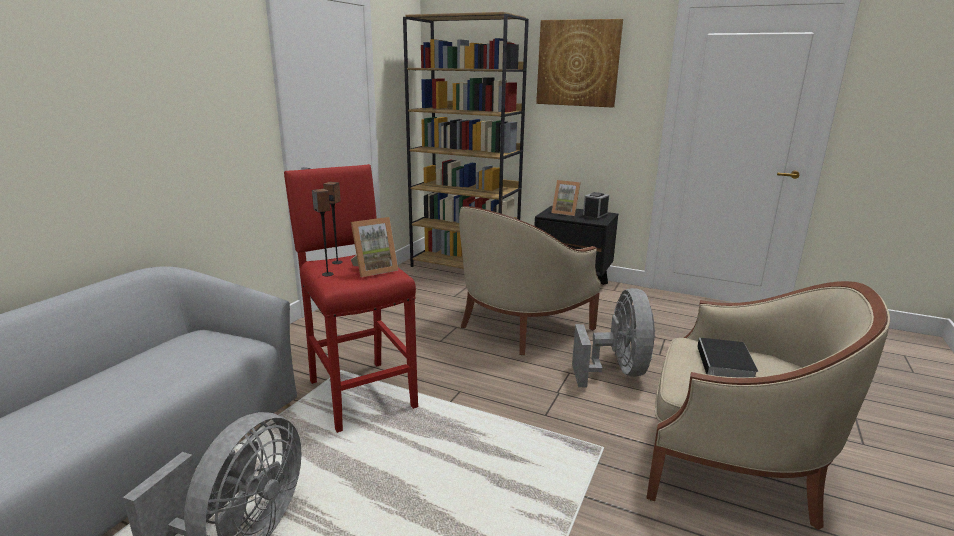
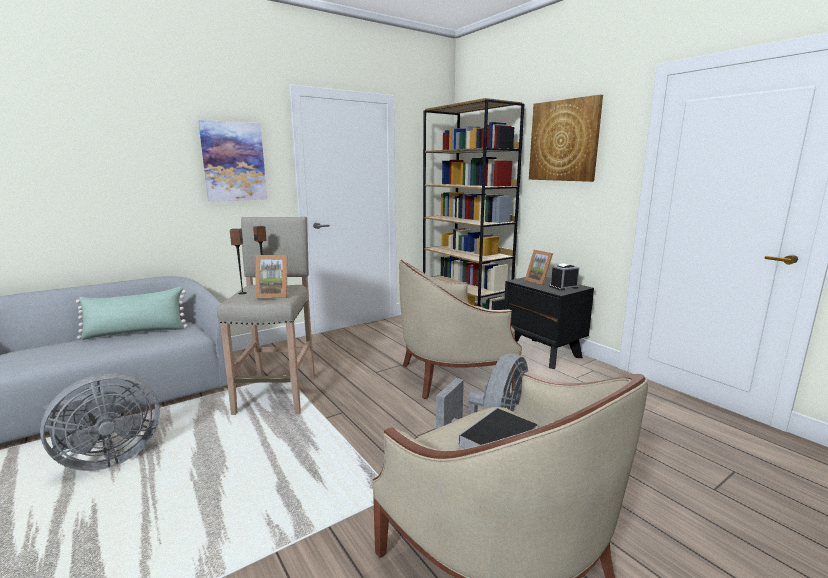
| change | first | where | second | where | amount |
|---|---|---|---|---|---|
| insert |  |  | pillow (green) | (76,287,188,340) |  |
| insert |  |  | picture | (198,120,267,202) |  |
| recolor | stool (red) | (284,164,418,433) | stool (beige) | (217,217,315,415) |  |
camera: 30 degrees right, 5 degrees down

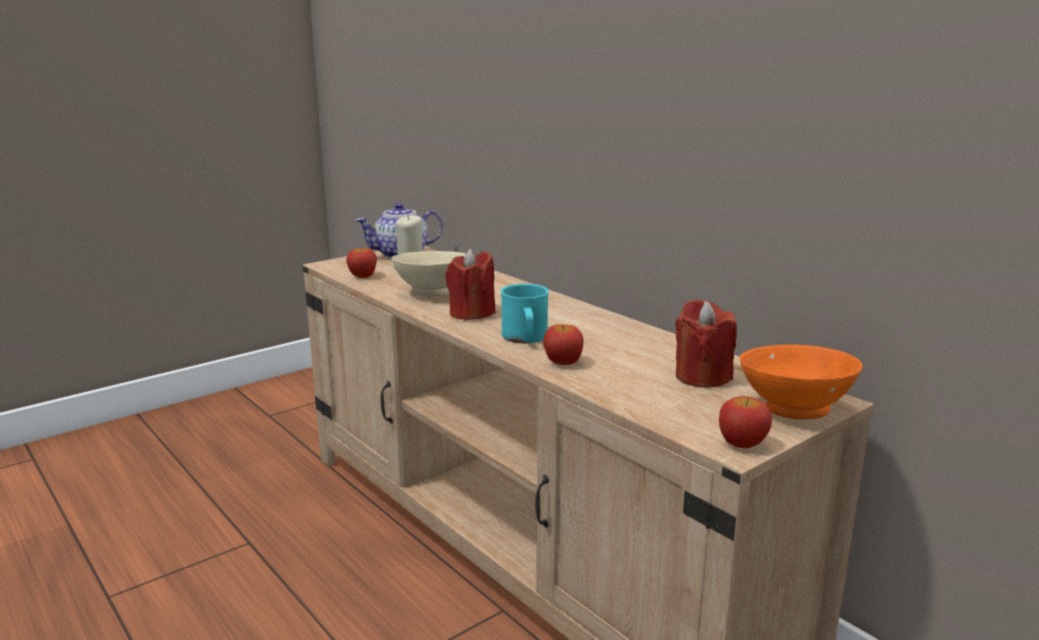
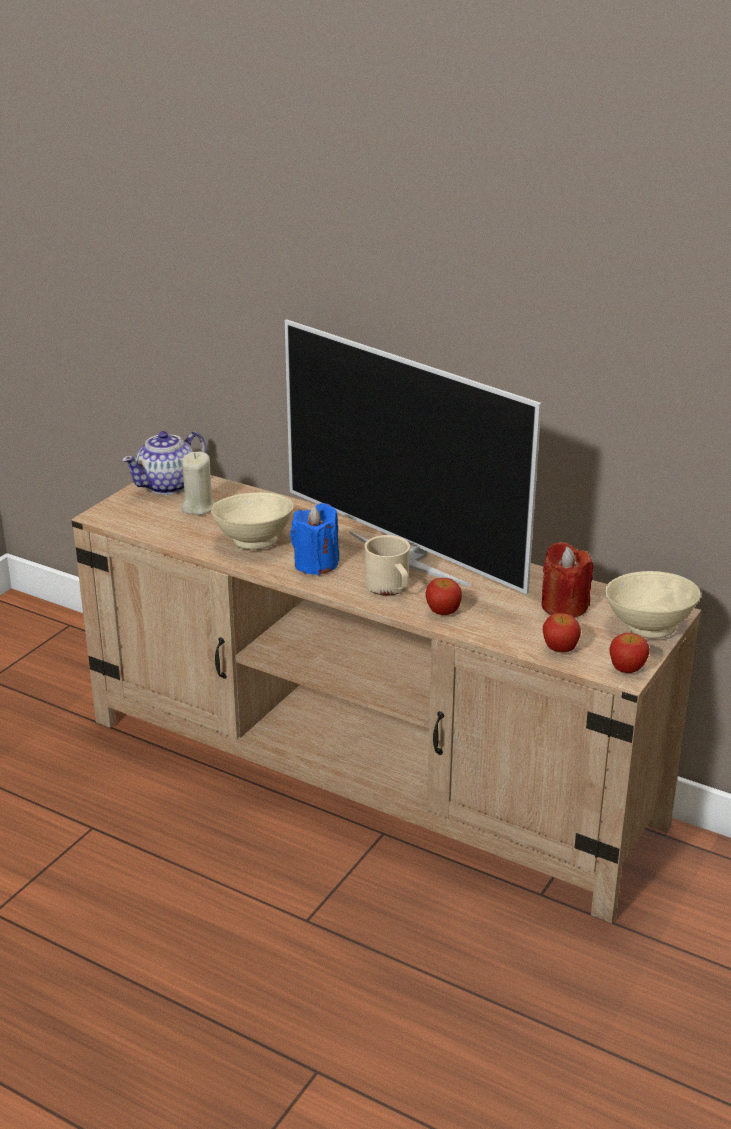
| change | first | where | second | where | amount |
|---|---|---|---|---|---|
| insert |  |  | television | (285,319,542,594) |  |
| move | apple | (346,248,377,278) |  | (543,613,581,652) |  |
| recolor | candle (red) | (446,249,495,320) | candle (blue) | (290,503,339,575) |  |
| recolor | mug (turquoise) | (501,284,549,343) | mug (beige) | (364,535,410,595) |  |
| recolor | bowl (orange) | (739,345,862,420) | bowl (beige) | (605,571,701,639) |  |
camera: 20 degrees left, 10 degrees up

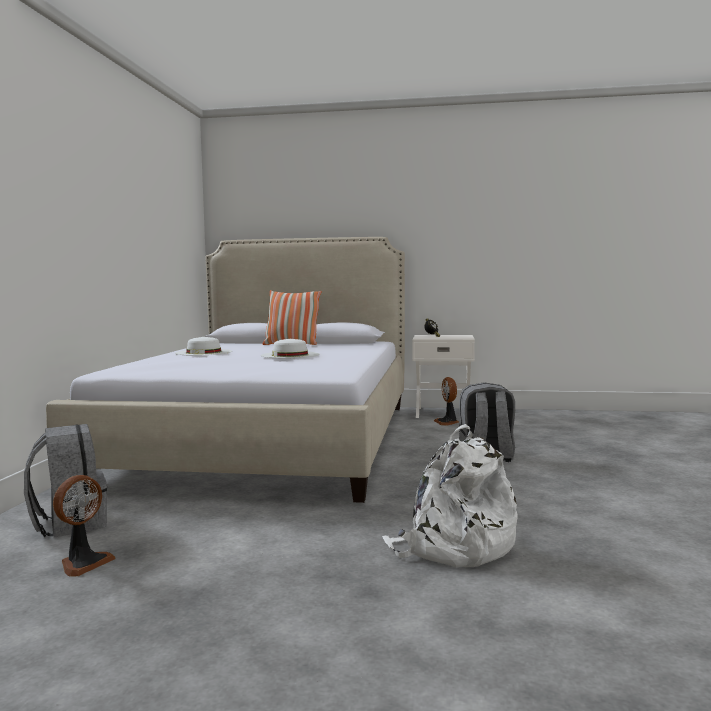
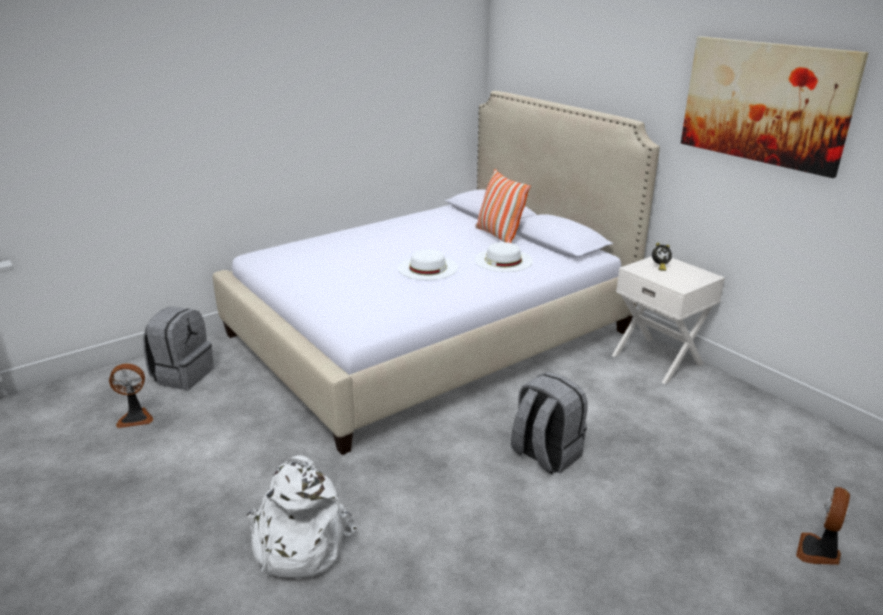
| change | first | where | second | where | amount |
|---|---|---|---|---|---|
| insert |  |  | picture | (681,36,869,178) |  |
| move | hat (white) | (175,337,232,356) |  | (474,242,533,272) |  |
| move | fan | (434,377,459,426) |  | (796,487,850,565) |  |
camera: 45 degrees right, 20 degrees up

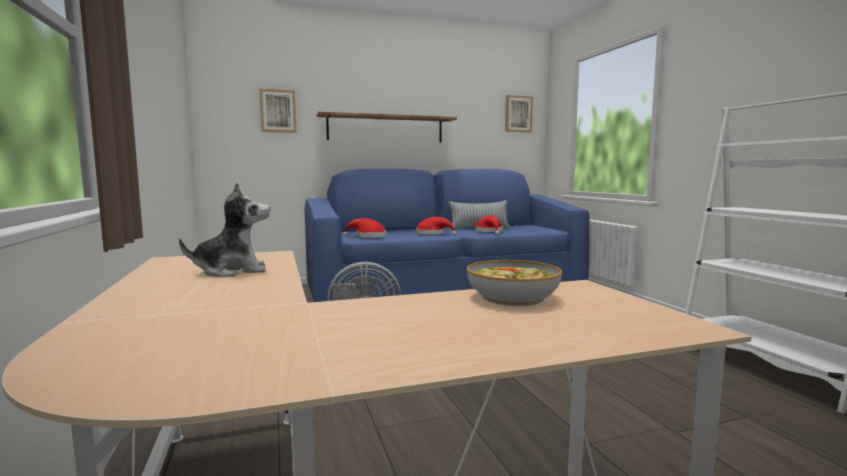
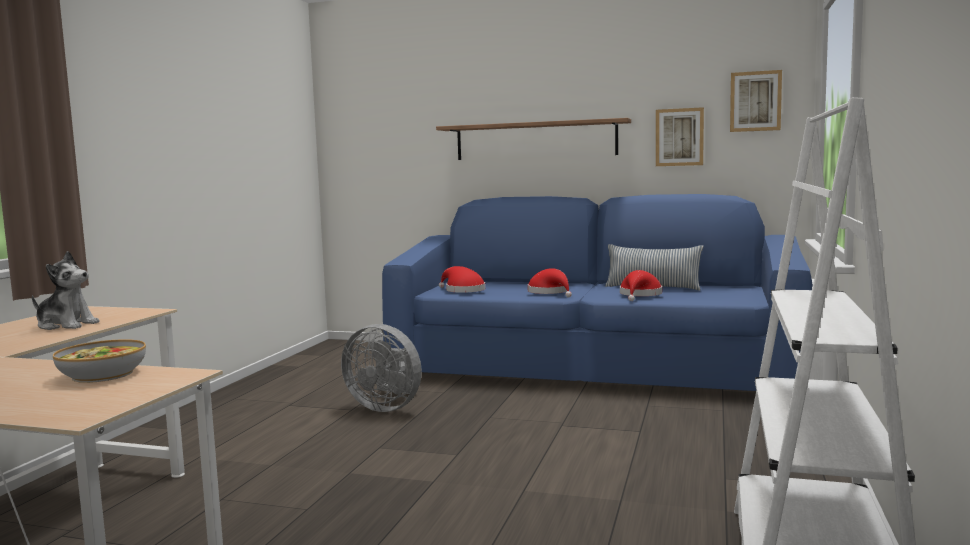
| change | first | where | second | where | amount |
|---|---|---|---|---|---|
| move | picture | (259,89,296,133) |  | (656,107,704,166) |  |
camera: 35 degrees right, 0 degrees up

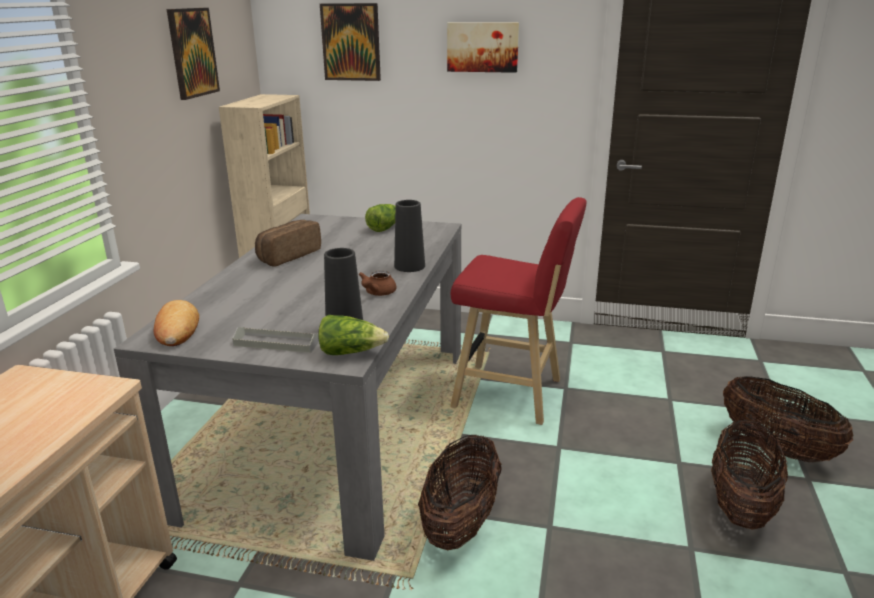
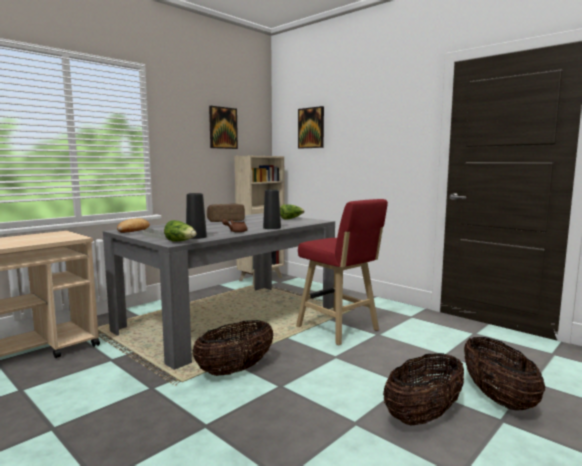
| change | first | where | second | where | amount |
|---|---|---|---|---|---|
| delete | picture | (447,22,519,73) |  |  |  |
camera: 30 degrees right, 15 degrees down

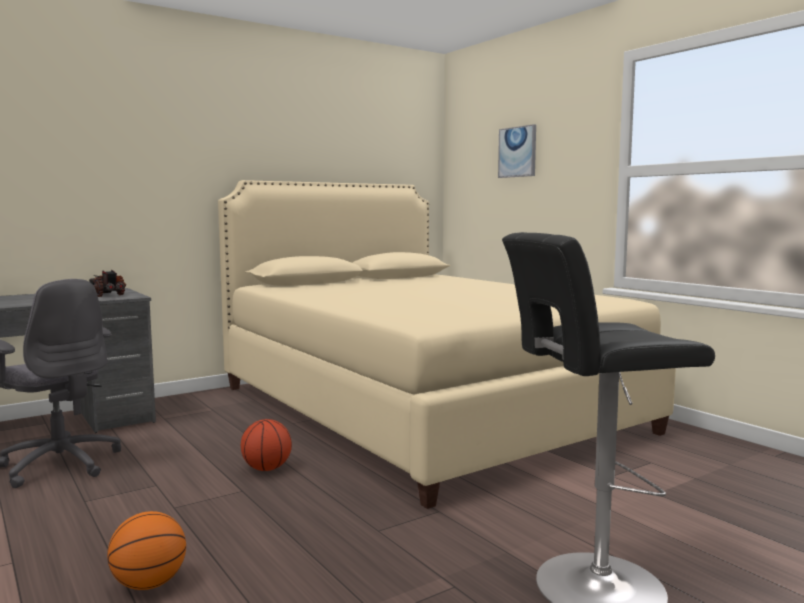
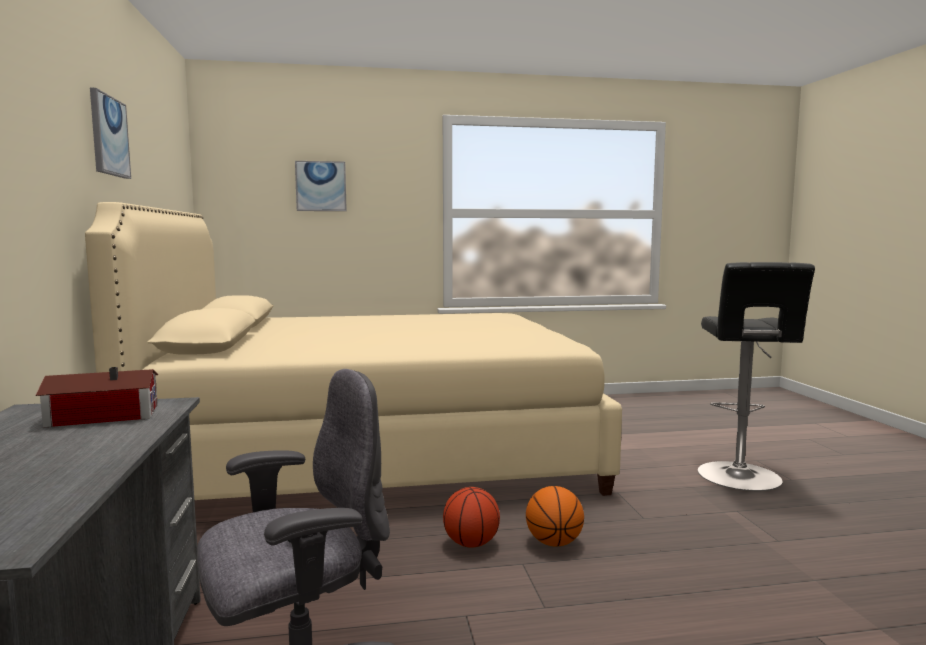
| change | first | where | second | where | amount |
|---|---|---|---|---|---|
| insert |  |  | picture | (90,87,131,179) |  |
| move | basketball | (107,511,186,590) |  | (526,486,584,547) |  |
| replace | toy truck | (89,270,126,297) | toy house | (36,367,158,428) |  |
camera: 65 degrees left, 0 degrees up

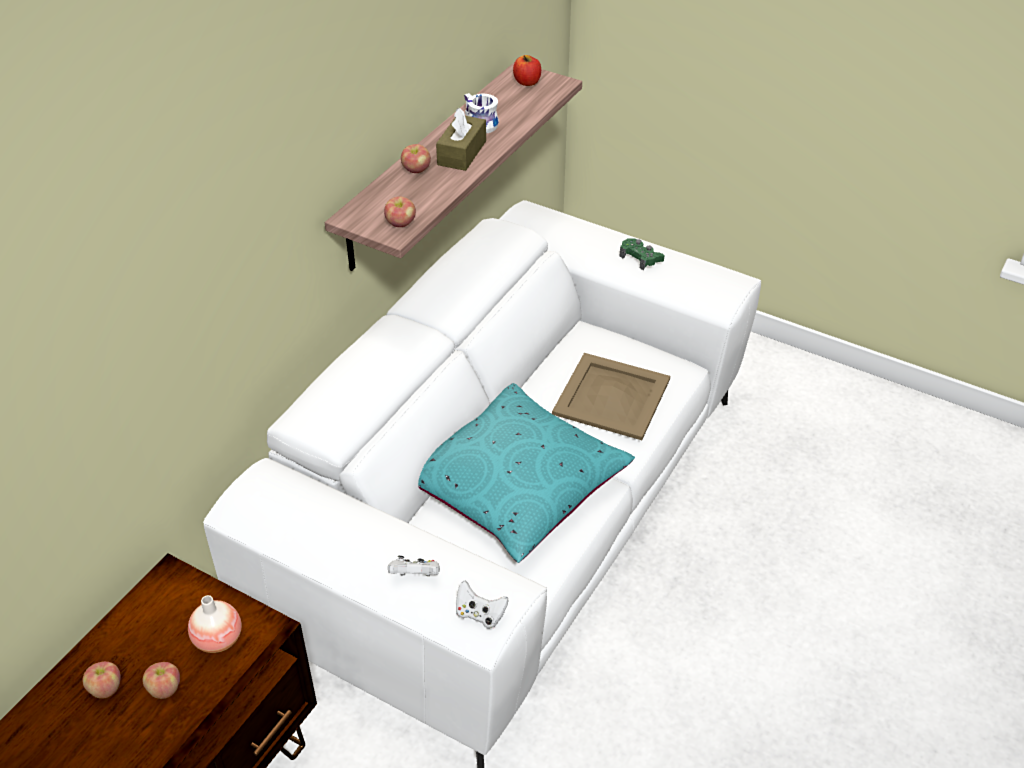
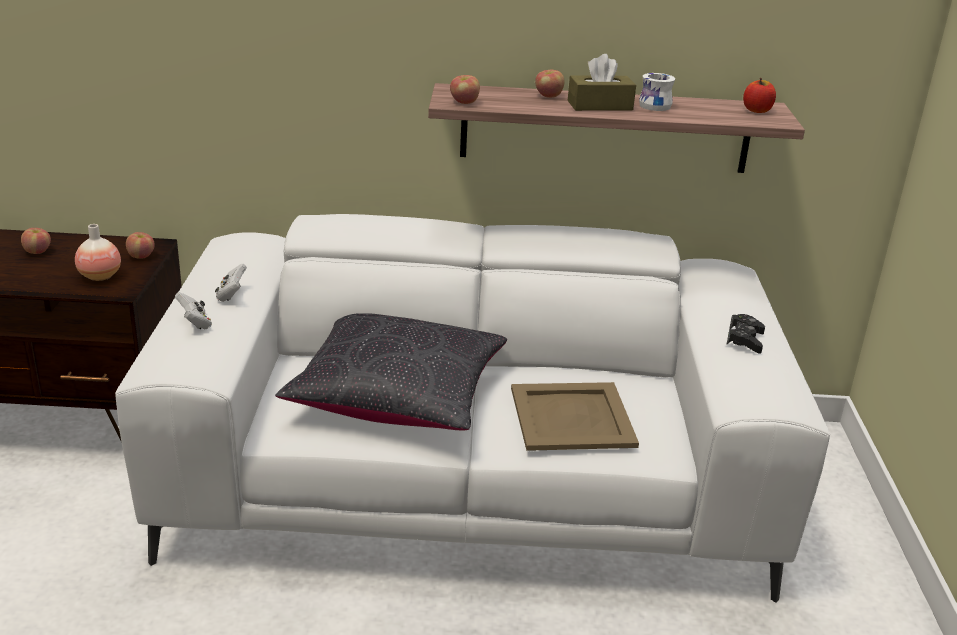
| change | first | where | second | where | amount |
|---|---|---|---|---|---|
| move | apple | (142,662,180,699) |  | (126,232,155,259) |  |
| move | game controller (white) | (456,581,509,629) |  | (215,264,247,302) |  |
| recolor | pillow (turquoise) | (418,383,635,563) | pillow (black) | (275,313,507,430) |  |
| recolor | game controller (green) | (620,238,665,270) | game controller (black) | (726,314,765,354) |  |
camera: 60 degrees right, 15 degrees down

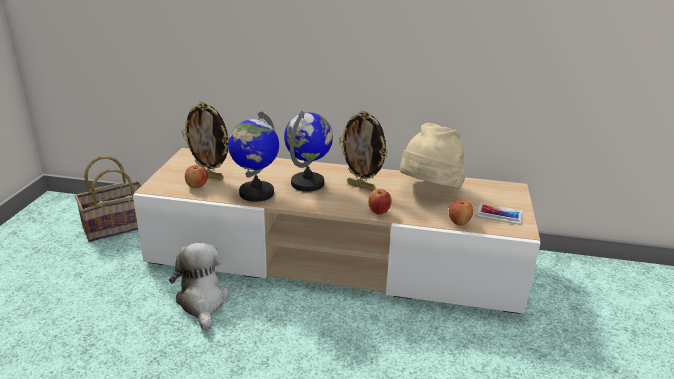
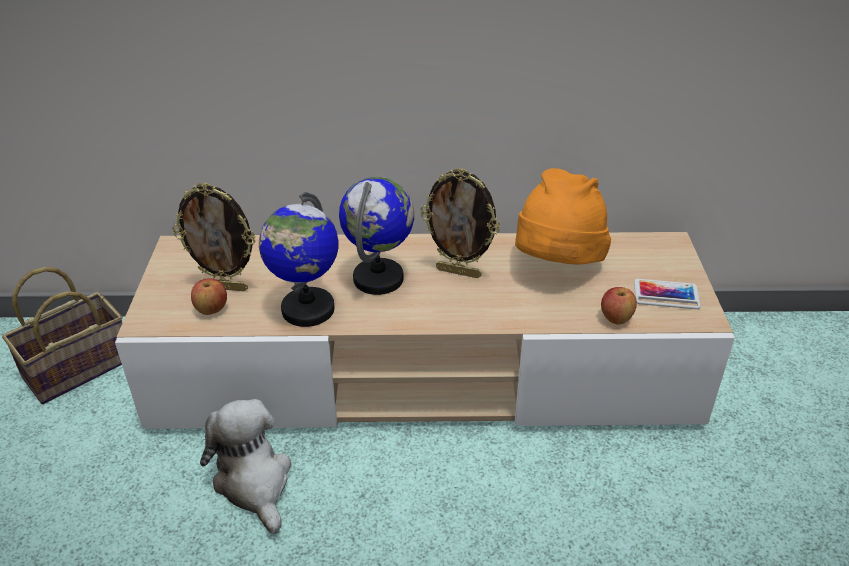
| change | first | where | second | where | amount |
|---|---|---|---|---|---|
| delete | apple | (368,189,392,215) |  |  |  |
| recolor | hat (beige) | (400,123,465,189) | hat (orange) | (515,168,611,264) |  |
camera: 10 degrees left, 10 degrees up

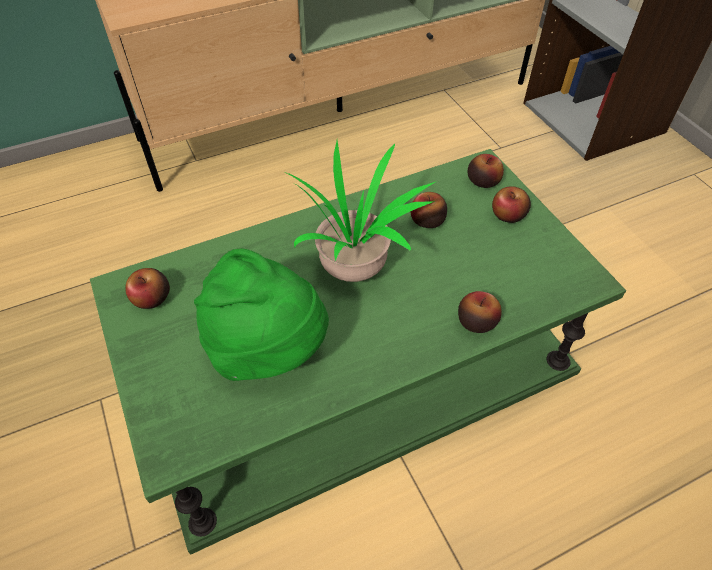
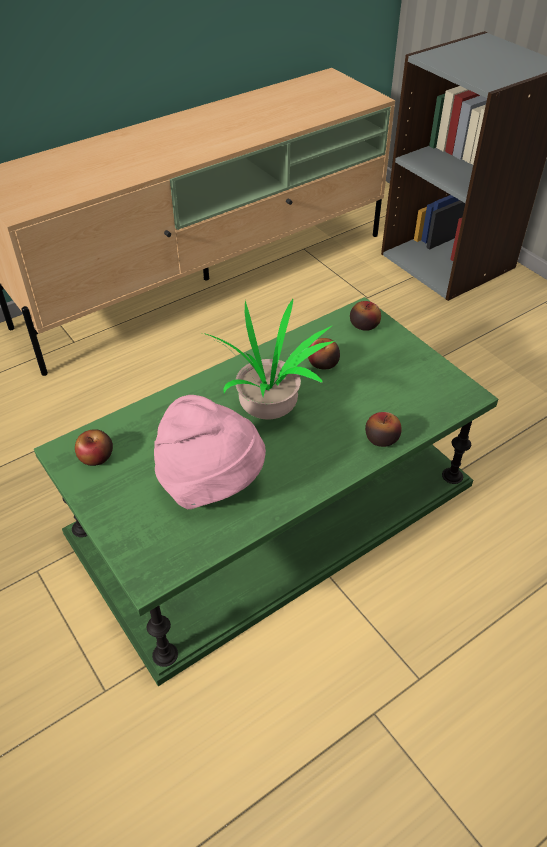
| change | first | where | second | where | amount |
|---|---|---|---|---|---|
| delete | apple | (492,186,531,223) |  |  |  |
| recolor | hat (green) | (194,248,329,381) | hat (pink) | (154,395,266,509) |  |
camera: 10 degrees left, 5 degrees down

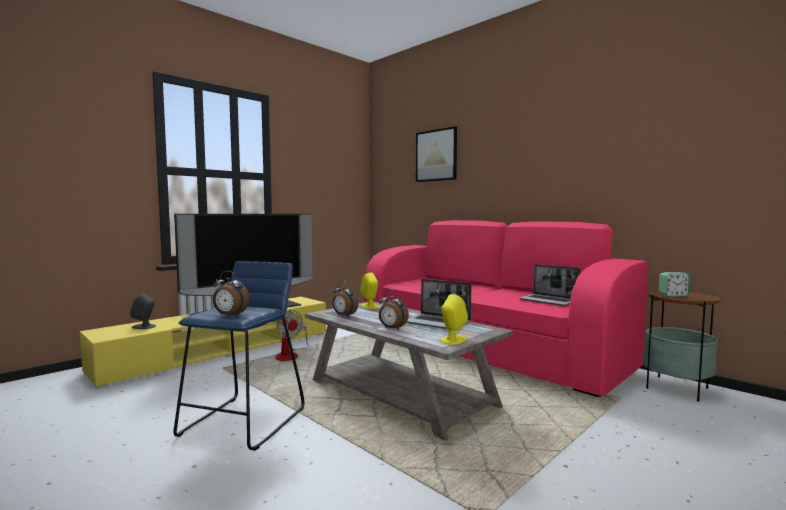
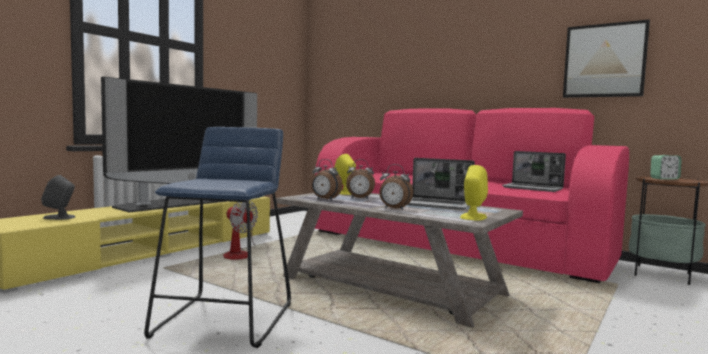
| change | first | where | second | where | amount |
|---|---|---|---|---|---|
| move | alarm clock | (213,271,249,317) |  | (346,159,375,199) |  |
| move | picture | (416,126,457,182) |  | (563,19,650,98) |  |
camera: 10 degrees left, 0 degrees up

